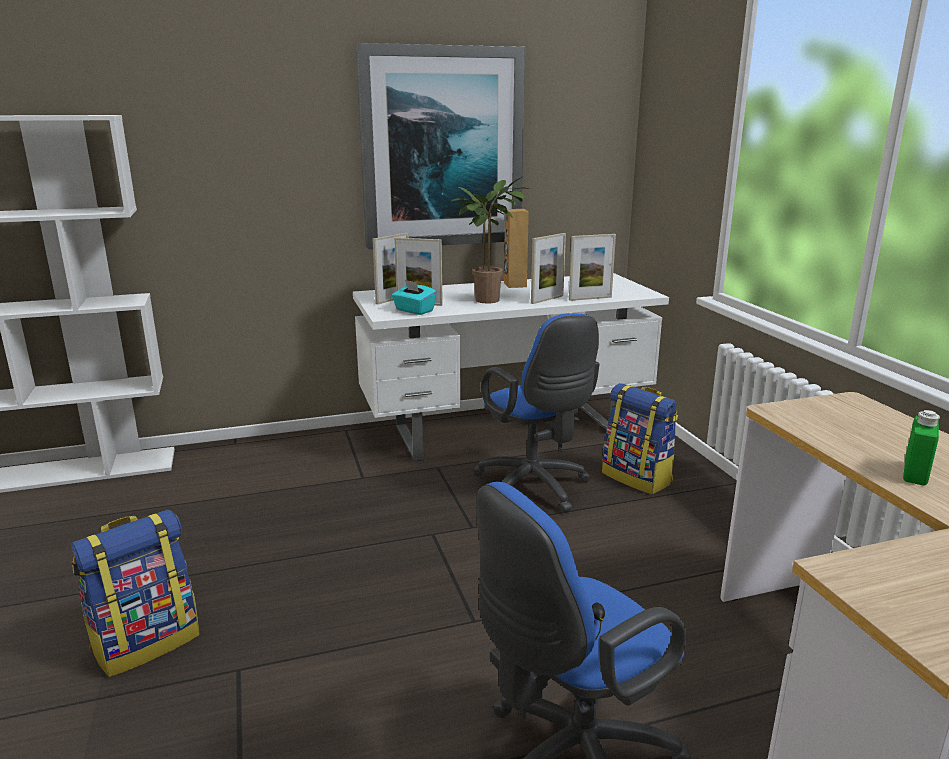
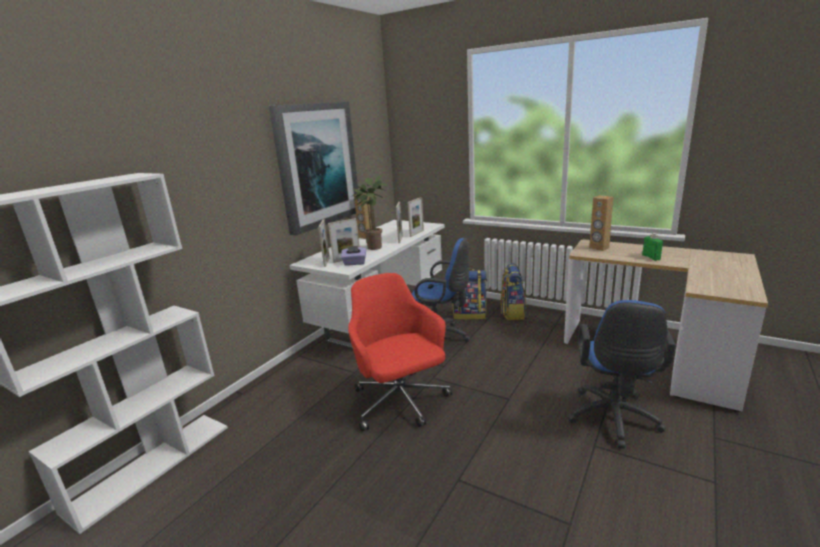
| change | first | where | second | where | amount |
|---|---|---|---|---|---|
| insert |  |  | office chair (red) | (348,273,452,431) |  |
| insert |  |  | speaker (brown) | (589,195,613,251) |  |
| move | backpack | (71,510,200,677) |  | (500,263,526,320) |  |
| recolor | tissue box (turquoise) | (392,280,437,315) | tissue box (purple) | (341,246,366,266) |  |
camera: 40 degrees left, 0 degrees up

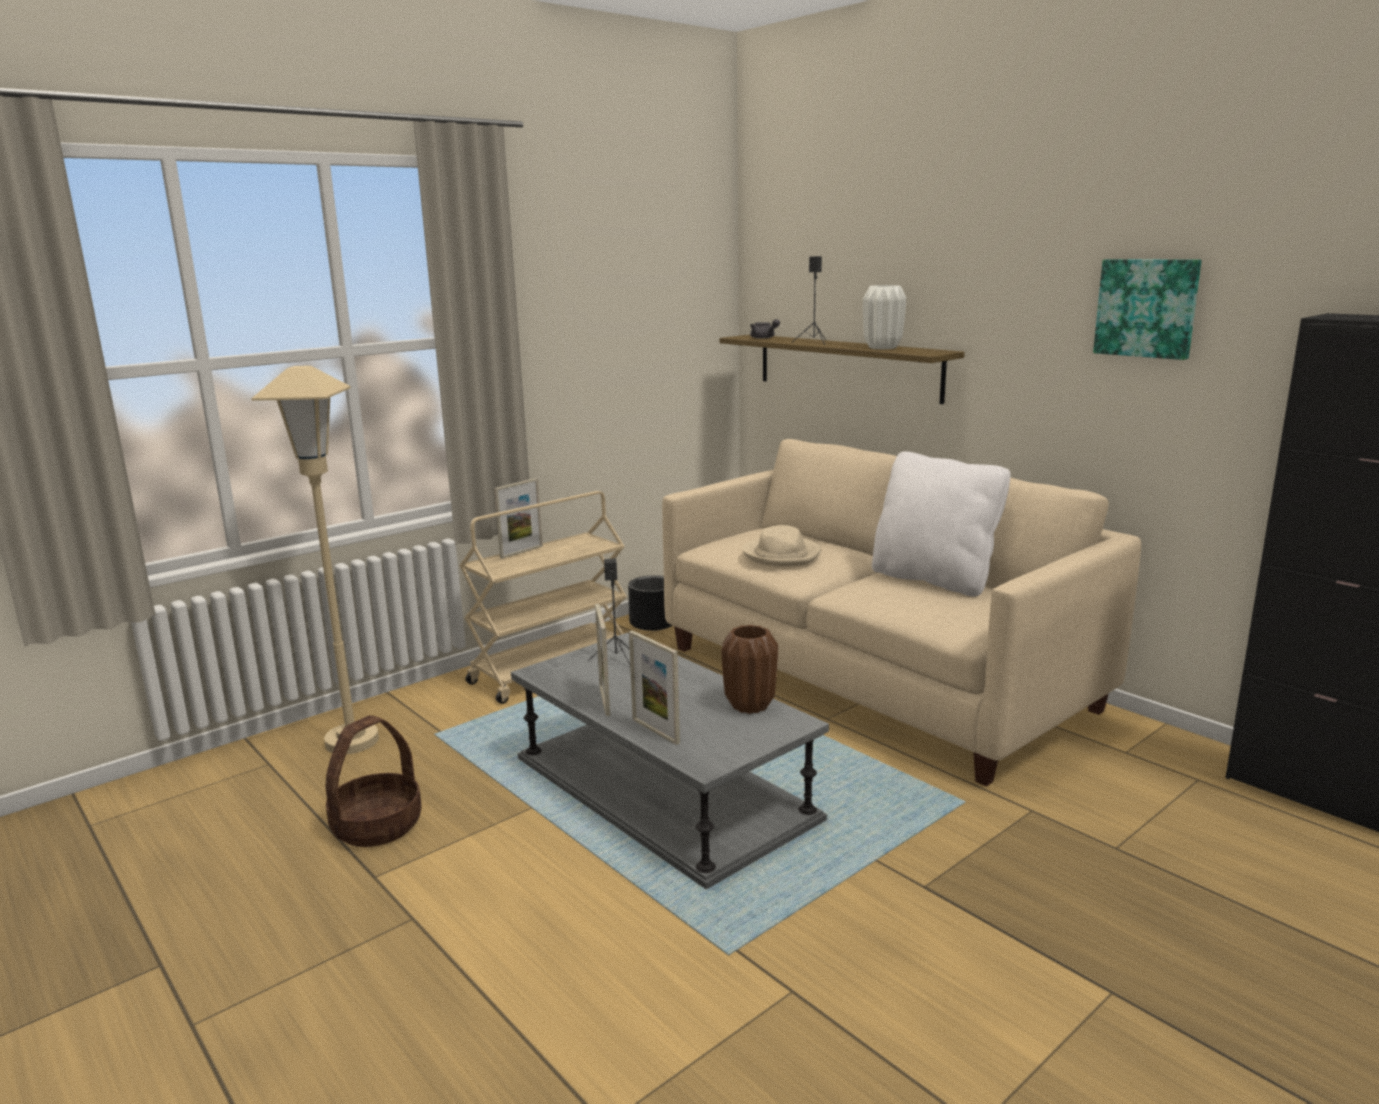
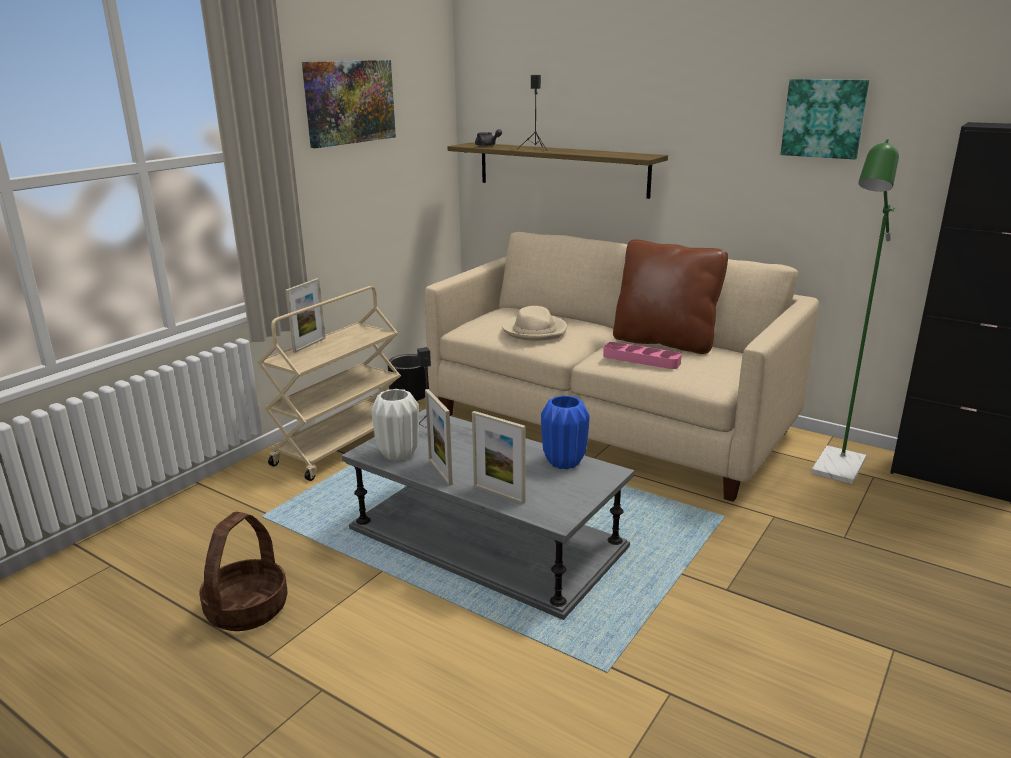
| change | first | where | second | where | amount |
|---|---|---|---|---|---|
| delete | floor lamp (beige) | (251,366,379,754) |  |  |  |
| insert |  |  | picture | (302,60,396,148) |  |
| insert |  |  | tray (pink) | (603,342,682,369) |  |
| insert |  |  | floor lamp (green) | (811,139,899,484) |  |
| move | vase (white) | (863,285,906,349) |  | (371,389,419,461) |  |
| recolor | vase (brown) | (721,625,778,714) | vase (blue) | (541,395,590,469) |  |
| recolor | pillow (white) | (872,451,1010,596) | pillow (brown) | (613,239,728,354) |  |
camera: 15 degrees left, 5 degrees up

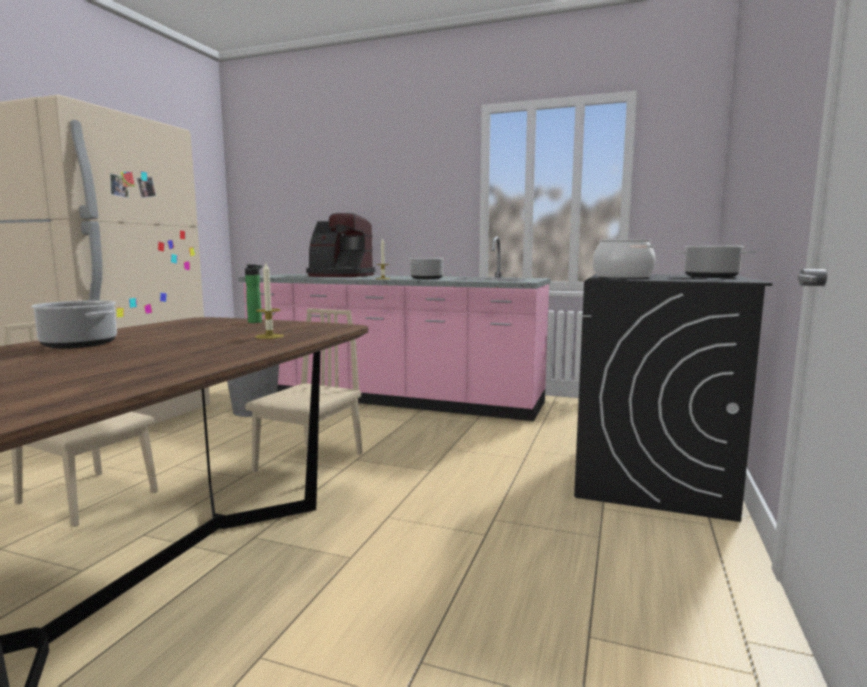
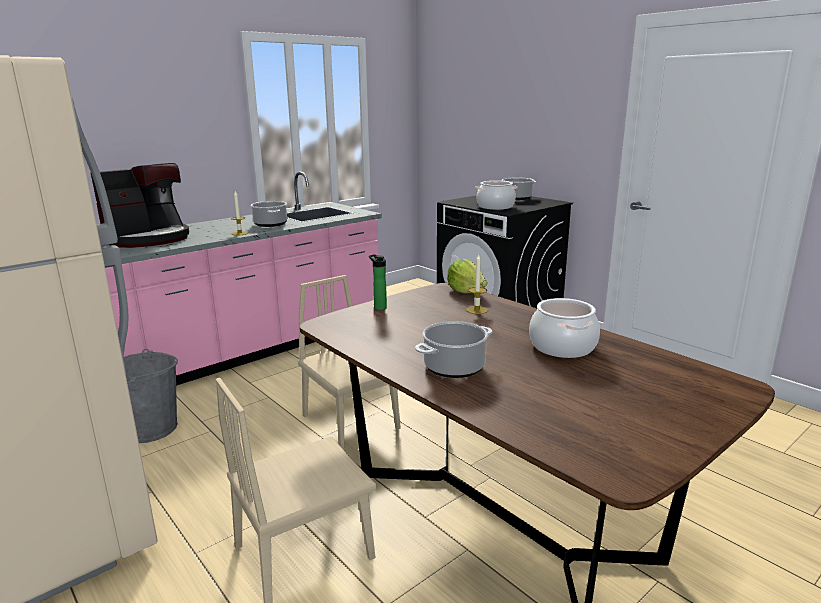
| change | first | where | second | where | amount |
|---|---|---|---|---|---|
| insert |  |  | lettuce | (447,259,487,294) |  |
| insert |  |  | cooking pot | (529,298,600,358) |  |
camera: 60 degrees left, 10 degrees up

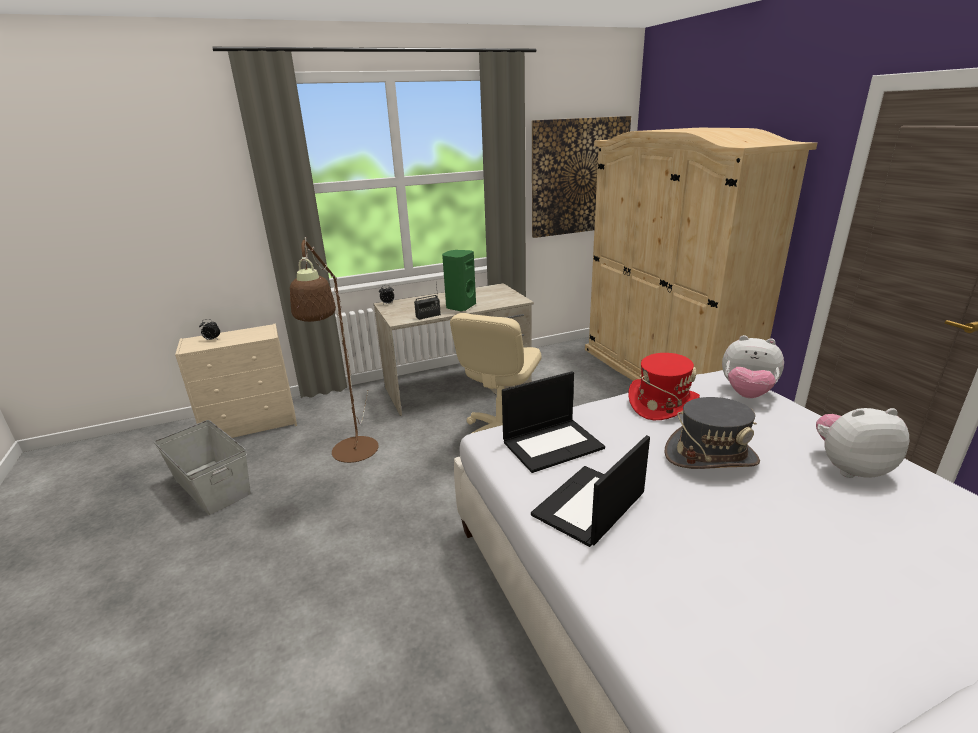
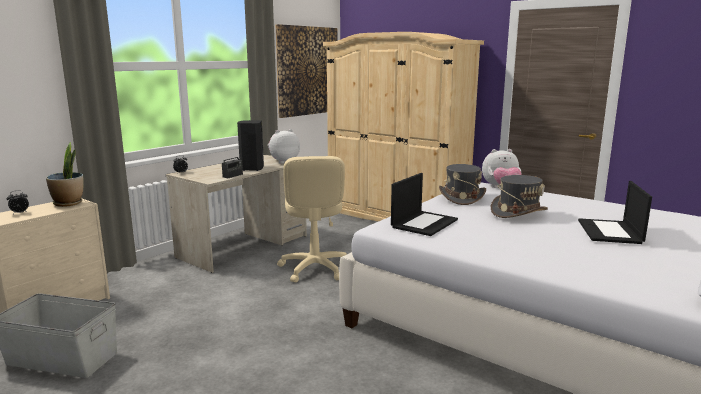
| change | first | where | second | where | amount |
|---|---|---|---|---|---|
| delete | floor lamp (brown) | (290,237,379,463) |  |  |  |
| insert |  |  | potted plant | (46,142,84,207) |  |
| move | laptop | (531,435,650,547) |  | (578,181,652,244) |  |
| move | plush toy | (816,408,909,478) |  | (268,129,300,164) |  |
| recolor | speaker (green) | (442,250,476,311) | speaker (black) | (237,120,264,171) |  |
| recolor | hat (red) | (628,353,700,420) | hat (grey) | (439,164,486,205) |  |
camera: 30 degrees left, 10 degrees down

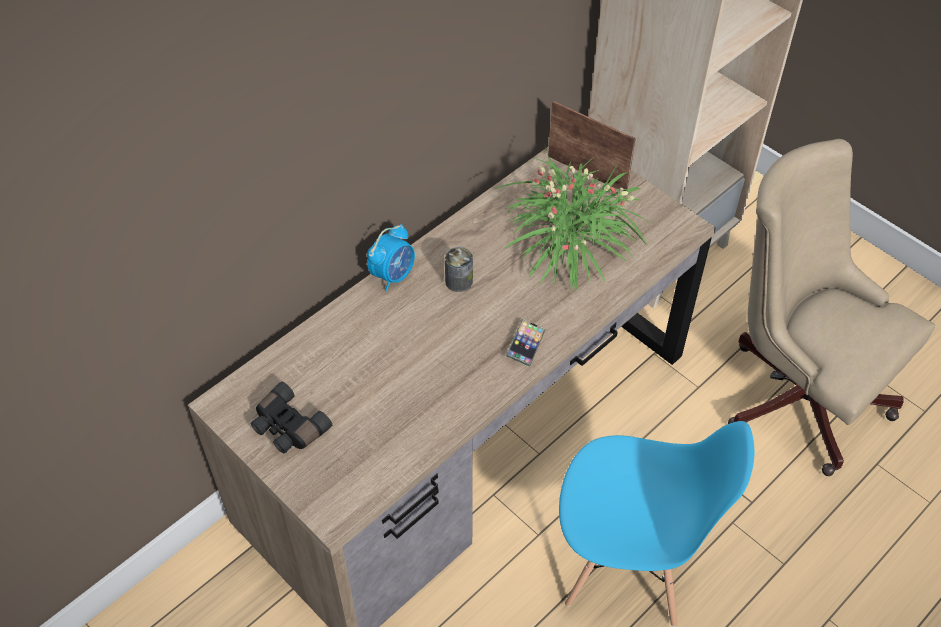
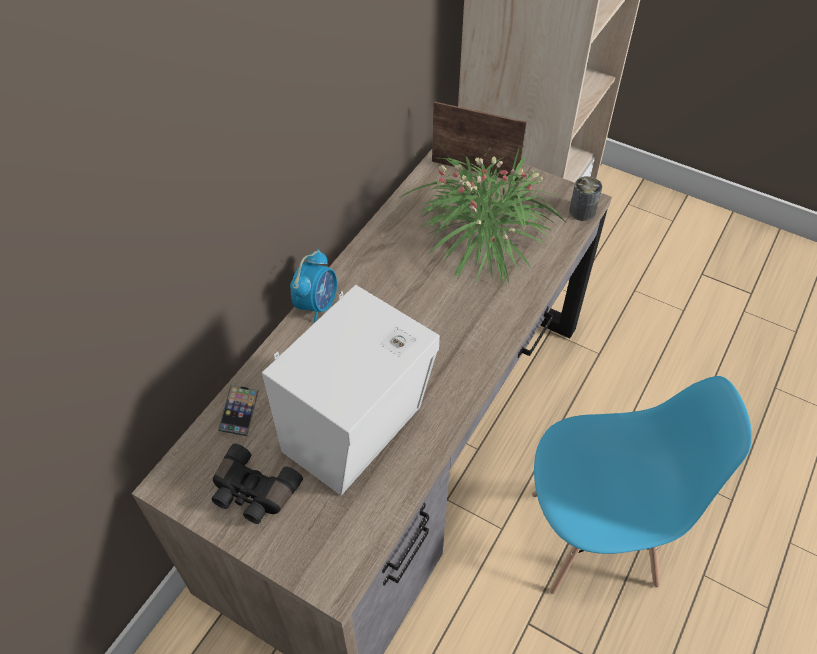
| change | first | where | second | where | amount |
|---|---|---|---|---|---|
| delete | office chair (beige) | (728,139,935,476) |  |  |  |
| insert |  |  | speaker (white) | (262,285,440,495) |  |
| move | can | (445,247,473,292) |  | (569,176,602,221) |  |
| move | phone | (506,319,546,367) |  | (218,384,259,436) |  |
camera: 15 degrees left, 0 degrees up

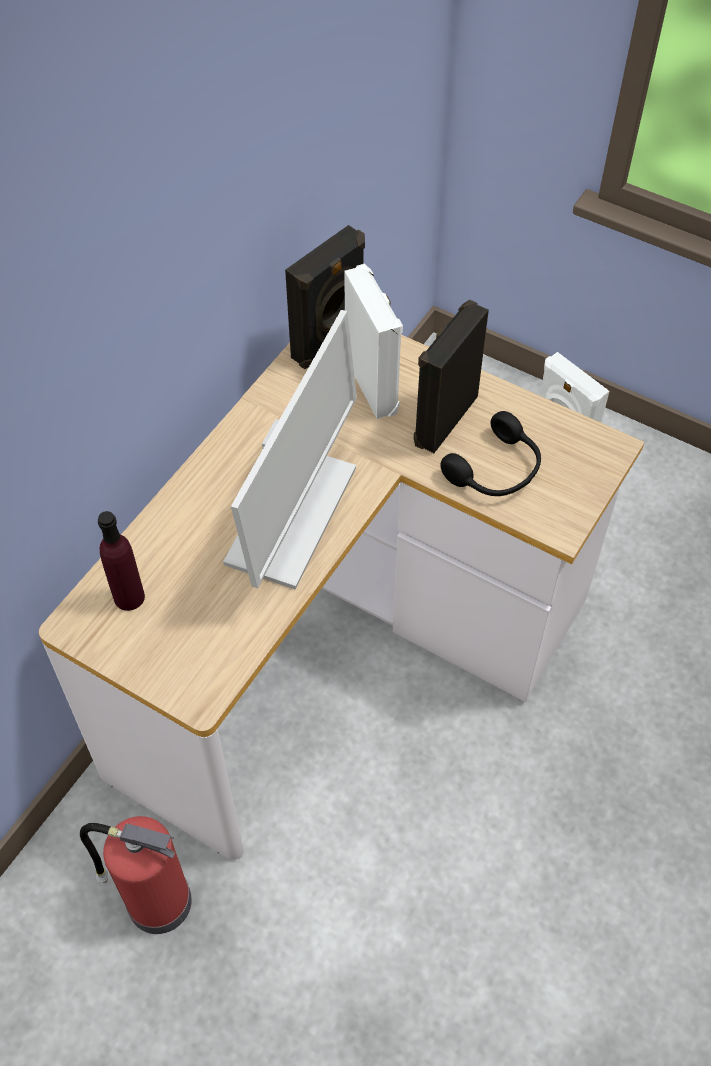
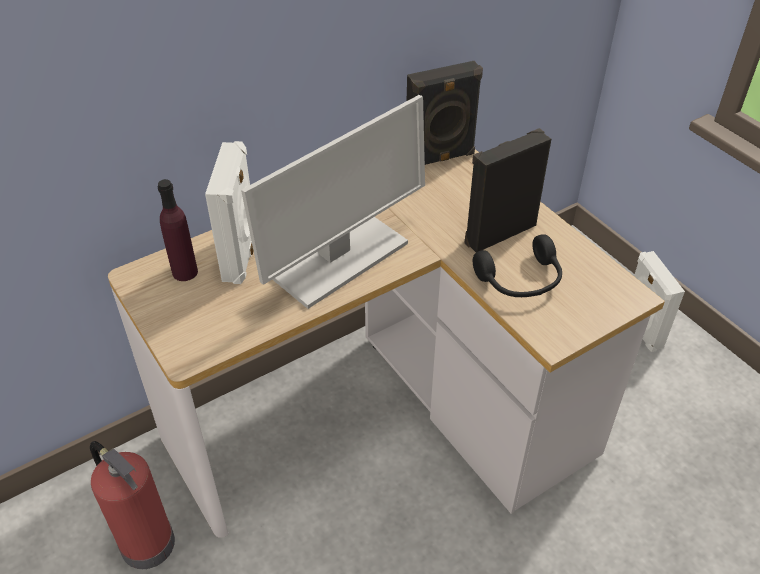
| change | first | where | second | where | amount |
|---|---|---|---|---|---|
| move | speaker (white) | (344,264,403,419) |  | (205,141,254,284) |  |
camera: 25 degrees right, 10 degrees down

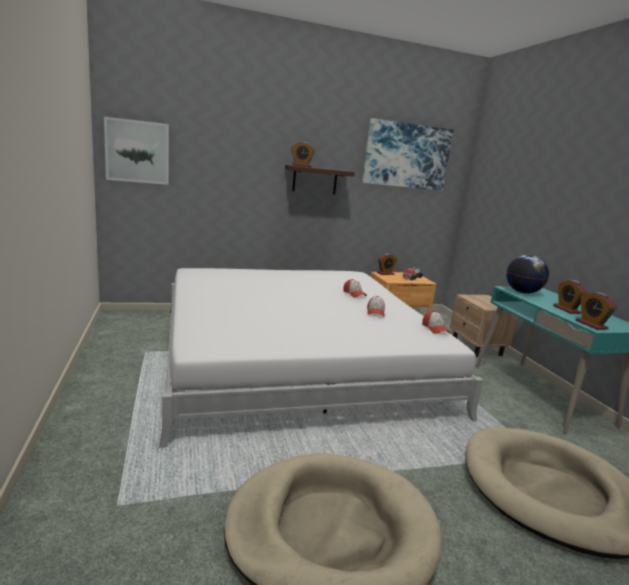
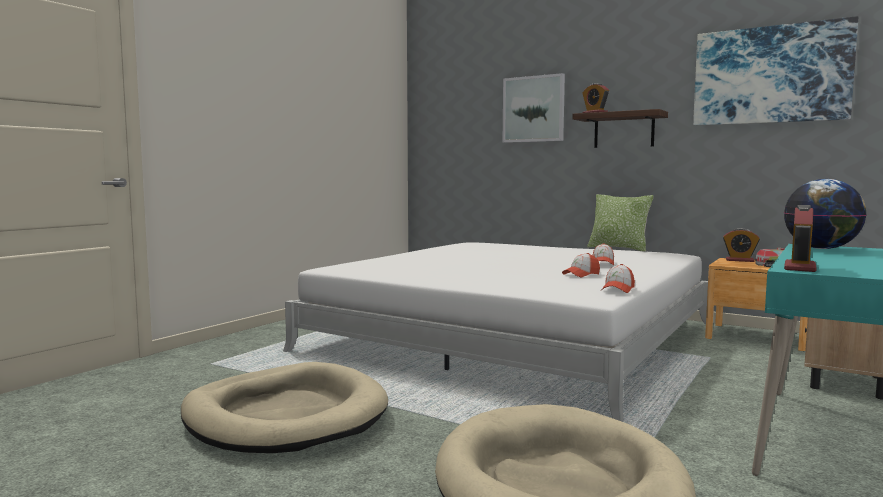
| change | first | where | second | where | amount |
|---|---|---|---|---|---|
| delete | alarm clock | (553,280,588,314) |  |  |  |
| insert |  |  | pillow | (587,194,654,252) |  |
| move | picture | (104,117,169,185) |  | (503,73,565,143) |  |
camera: 50 degrees right, 10 degrees down

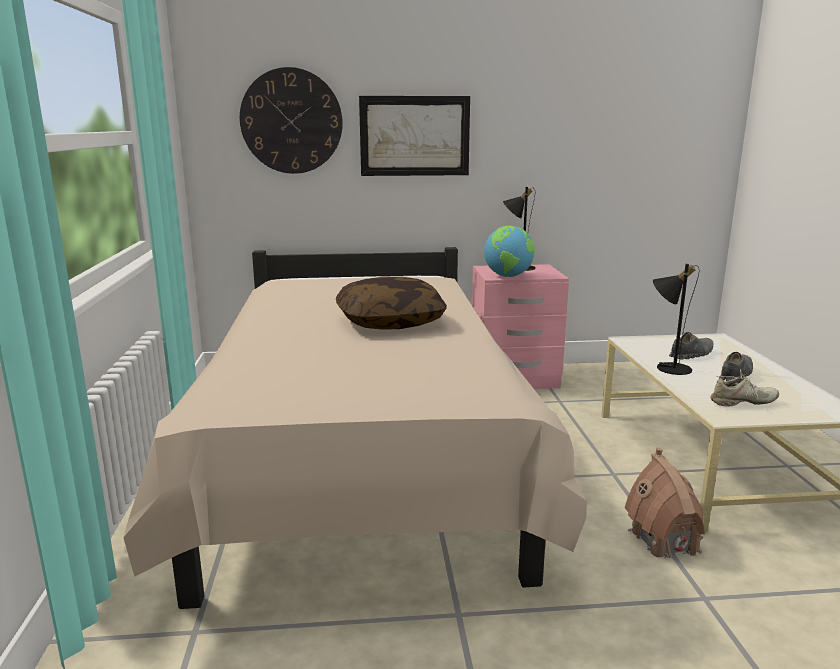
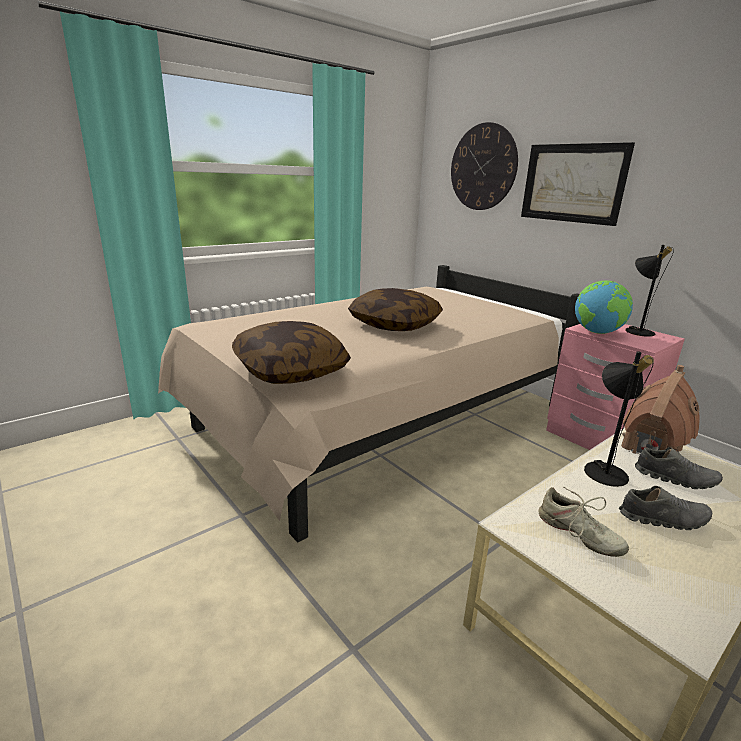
| change | first | where | second | where | amount |
|---|---|---|---|---|---|
| insert |  |  | pillow | (232,321,351,384) |  |
| move | toy house | (625,447,705,560) |  | (620,365,699,454) |  |
camera: 55 degrees right, 5 degrees up

